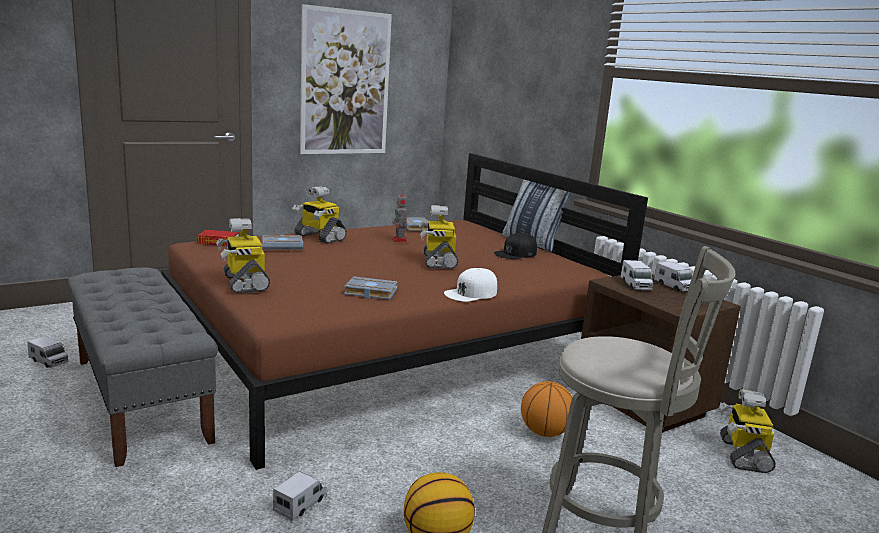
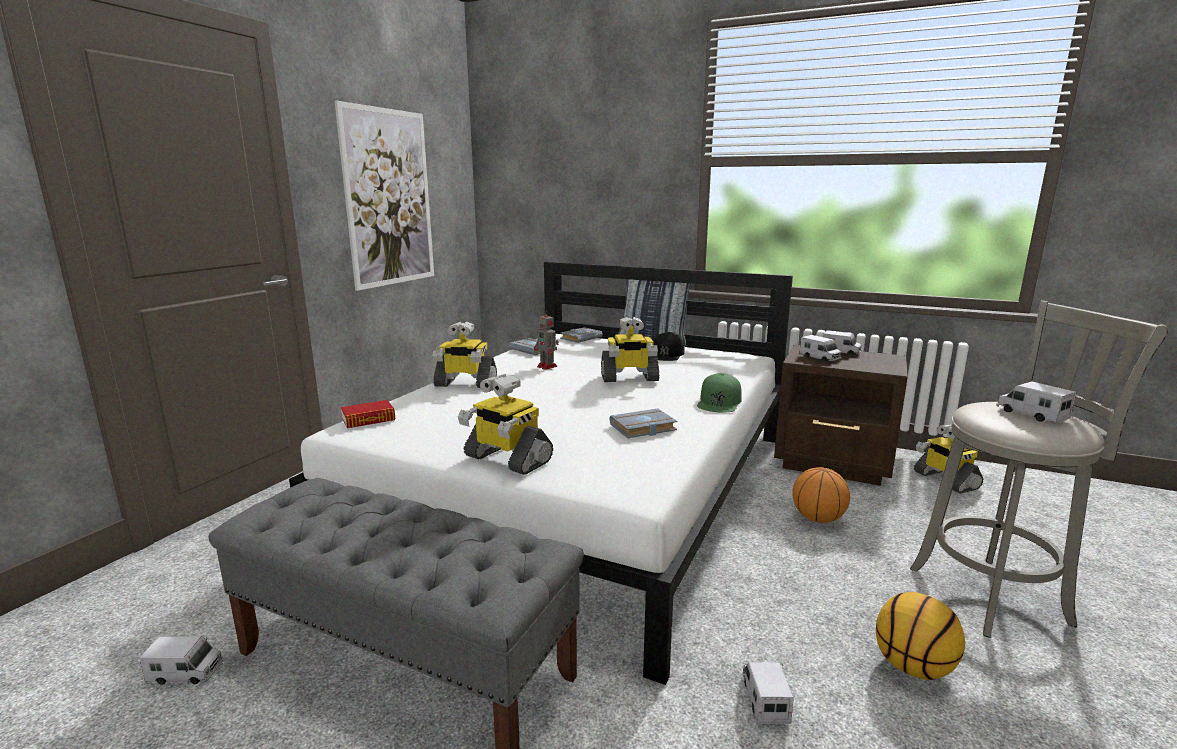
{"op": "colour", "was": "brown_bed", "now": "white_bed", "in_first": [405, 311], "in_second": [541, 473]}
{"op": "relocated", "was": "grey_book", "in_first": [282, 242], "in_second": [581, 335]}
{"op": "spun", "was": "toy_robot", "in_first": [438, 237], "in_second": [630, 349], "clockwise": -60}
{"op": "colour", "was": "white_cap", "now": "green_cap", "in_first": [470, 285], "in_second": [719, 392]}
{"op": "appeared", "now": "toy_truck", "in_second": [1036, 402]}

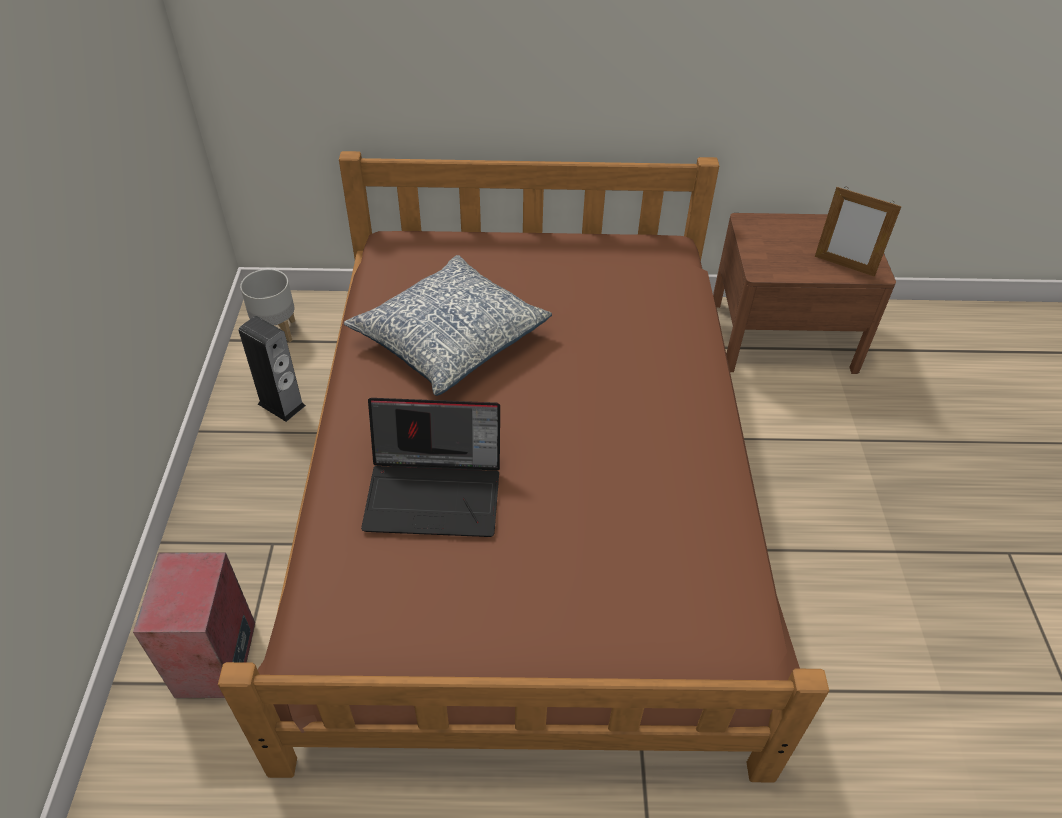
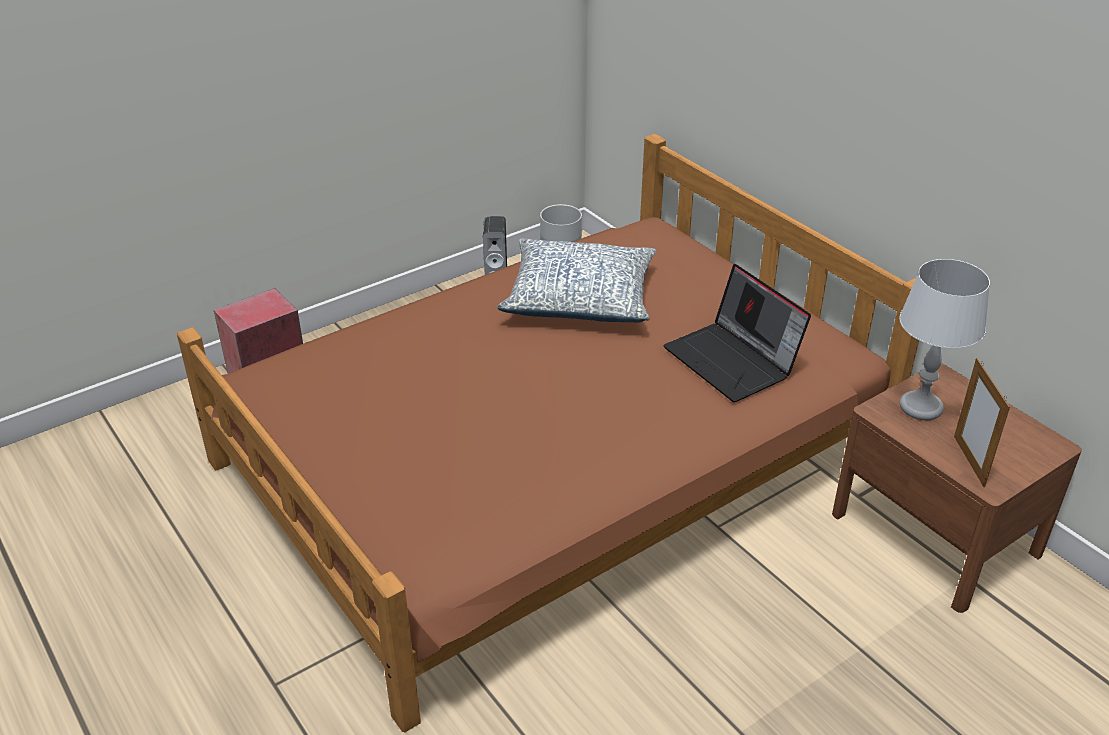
{"op": "relocated", "was": "laptop", "in_first": [430, 467], "in_second": [737, 333]}
{"op": "appeared", "now": "grey_table_lamp", "in_second": [944, 339]}

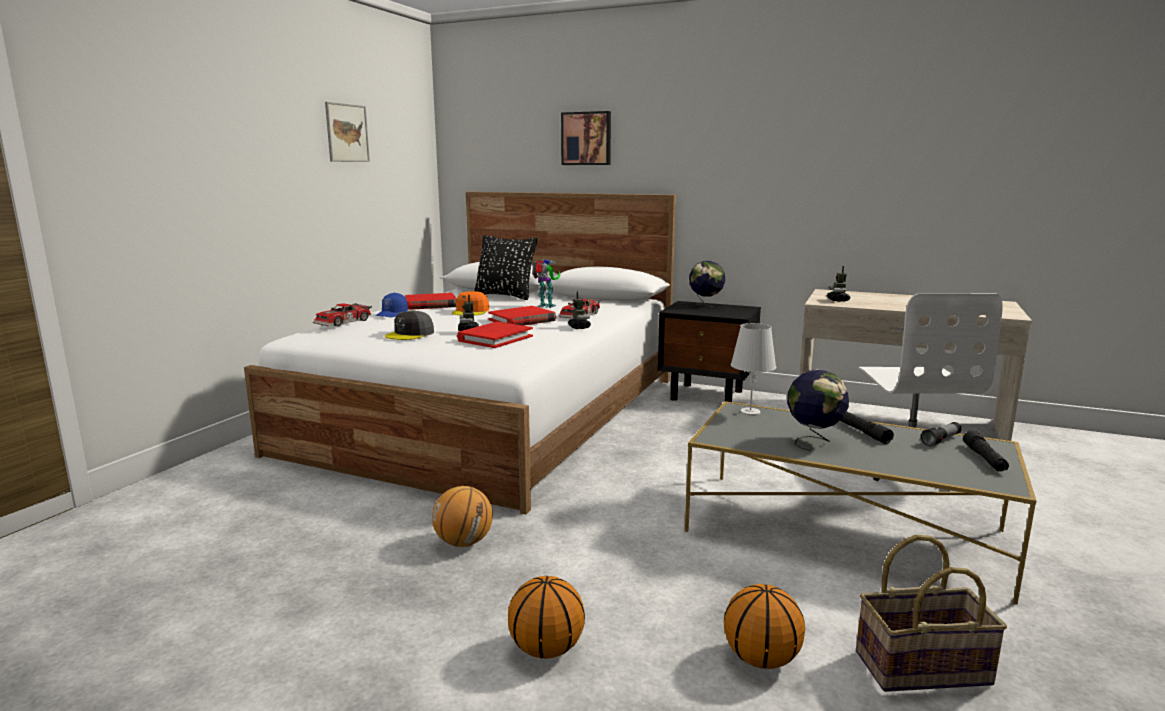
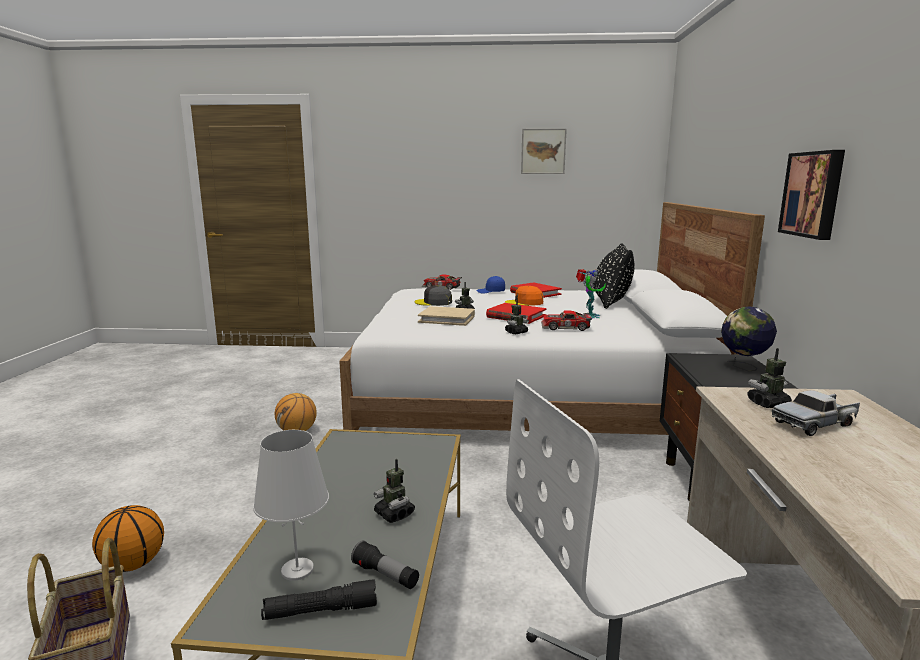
{"op": "relocated", "was": "white_table_lamp", "in_first": [753, 369], "in_second": [291, 505]}
{"op": "exchanged", "was": "black_flashlight", "now": "toy_robot", "in_first": [867, 427], "in_second": [394, 491]}
{"op": "colour", "was": "red_book", "now": "beige_book", "in_first": [495, 335], "in_second": [446, 316]}
{"op": "appeared", "now": "toy_truck", "in_second": [816, 413]}
{"op": "relocated", "was": "picture", "in_first": [586, 138], "in_second": [811, 195]}
{"op": "missing", "was": "basketball", "in_first": [546, 617]}
{"op": "missing", "was": "globe", "in_first": [818, 410]}

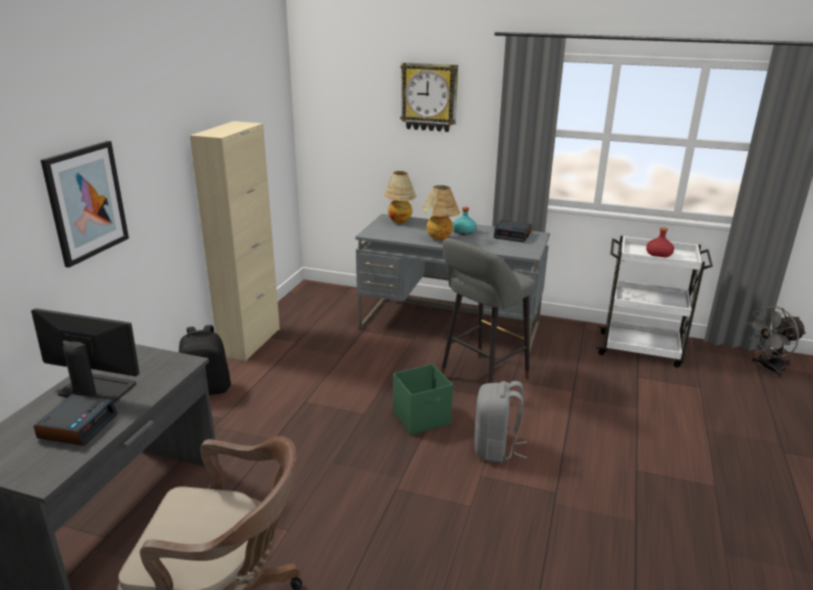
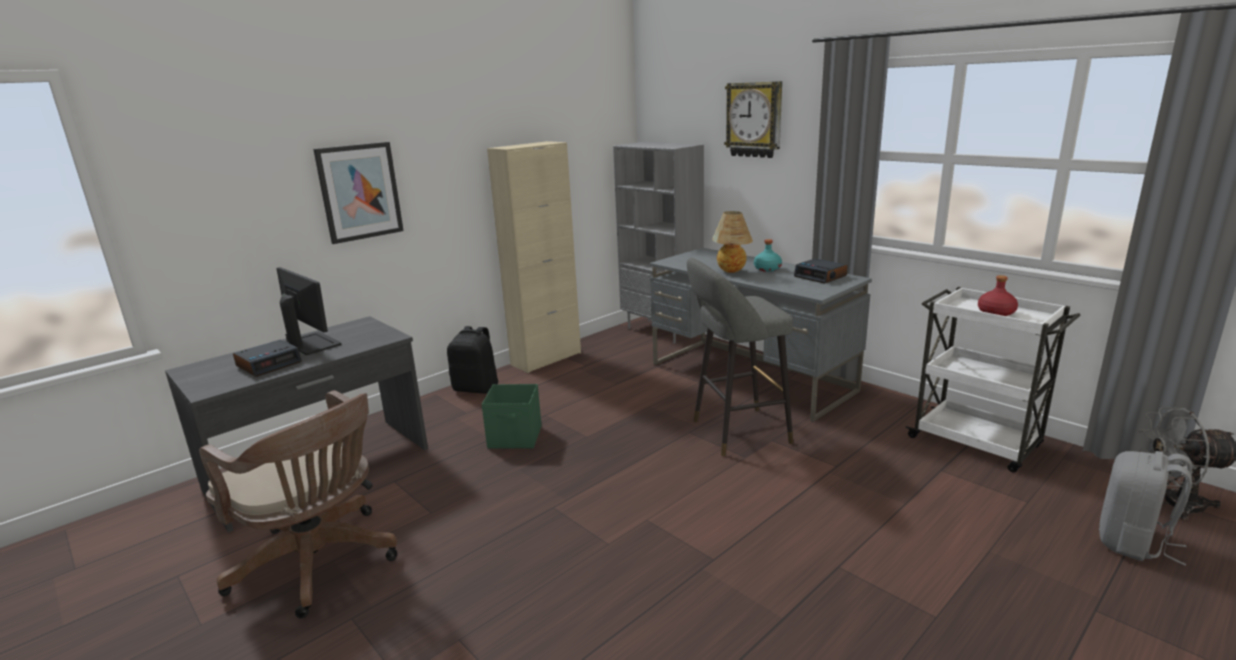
{"op": "relocated", "was": "green_storage_box", "in_first": [423, 399], "in_second": [512, 416]}
{"op": "appeared", "now": "grey_bookcase", "in_second": [658, 243]}
{"op": "relocated", "was": "grey_backpack", "in_first": [500, 422], "in_second": [1145, 508]}
{"op": "missing", "was": "table_lamp", "in_first": [400, 197]}

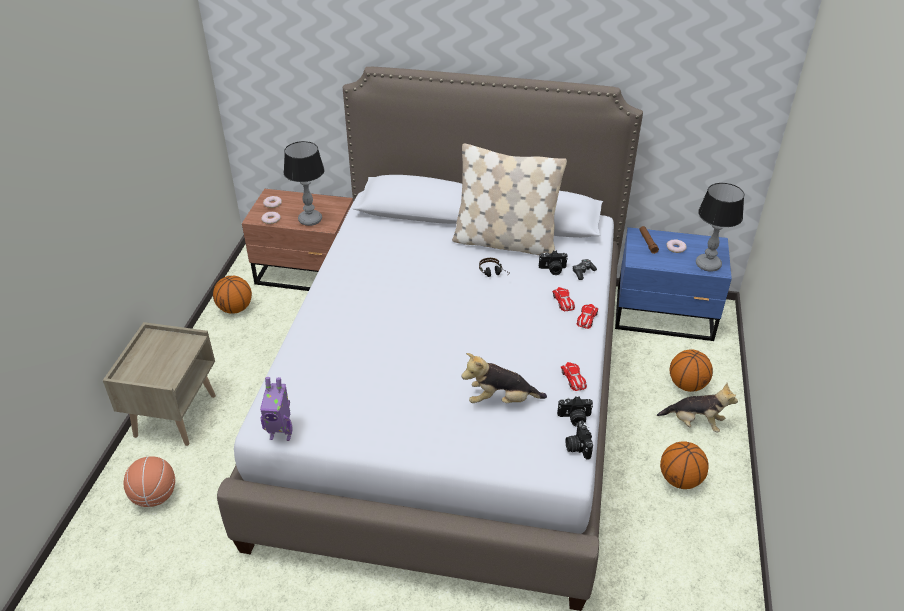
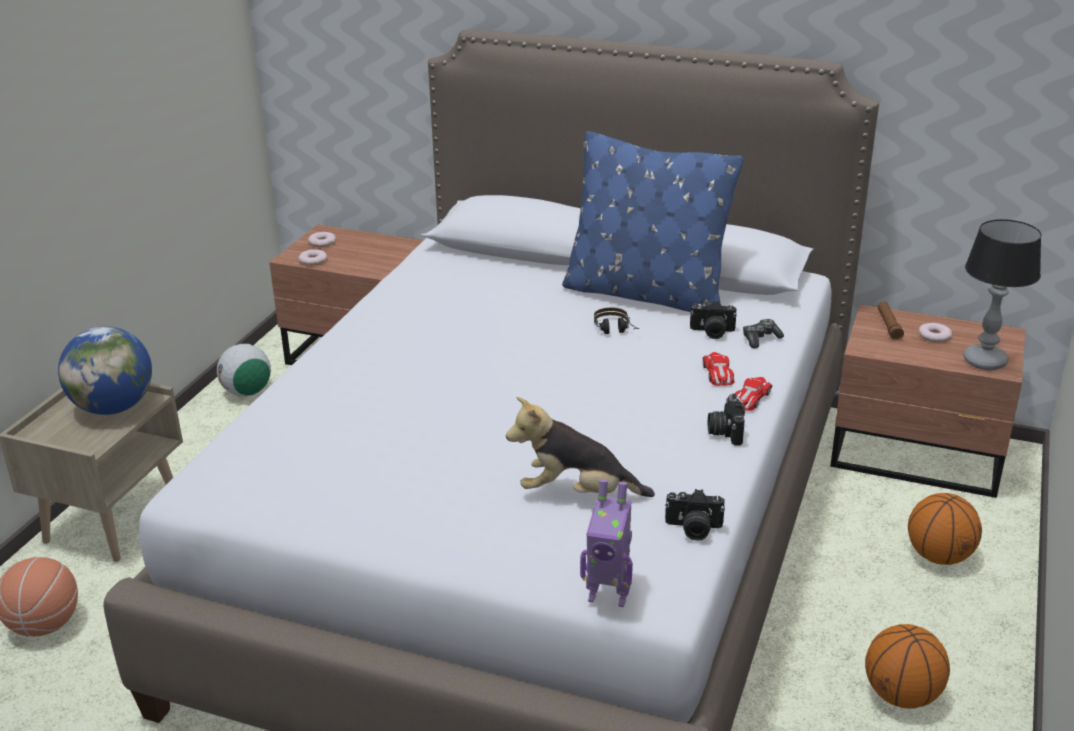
{"op": "appeared", "now": "globe", "in_second": [105, 370]}
{"op": "exchanged", "was": "basketball", "now": "football", "in_first": [232, 295], "in_second": [244, 370]}
{"op": "colour", "was": "beige_pillow", "now": "blue_pillow", "in_first": [509, 199], "in_second": [652, 221]}
{"op": "relocated", "was": "toy_robot", "in_first": [276, 409], "in_second": [606, 543]}
{"op": "relocated", "was": "photo_camera", "in_first": [579, 440], "in_second": [726, 420]}
{"op": "colour", "was": "blue_nightstand", "now": "brown_nightstand", "in_first": [673, 284], "in_second": [928, 401]}
{"op": "missing", "was": "table_lamp", "in_first": [304, 183]}
{"op": "missing", "was": "toy_car", "in_first": [574, 376]}
{"op": "missing", "was": "plush_toy", "in_first": [697, 408]}

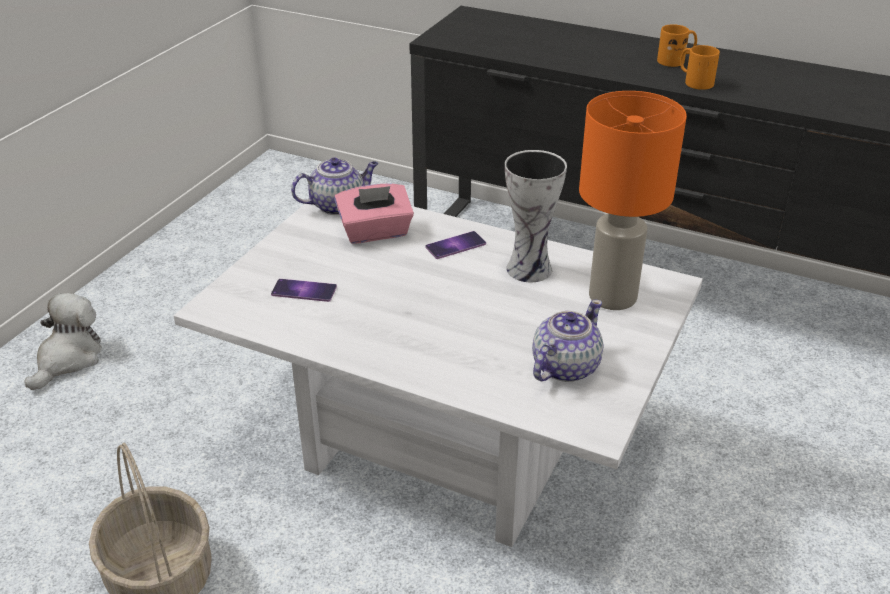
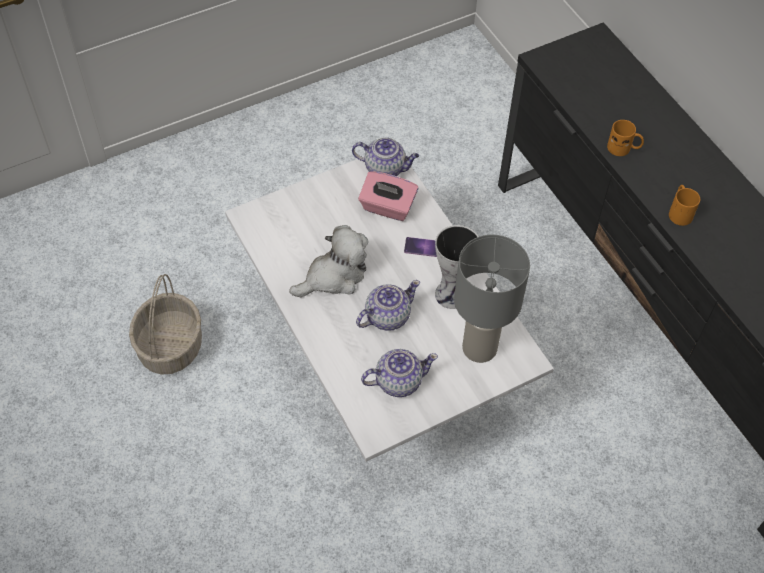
{"op": "relocated", "was": "plush_toy", "in_first": [63, 341], "in_second": [329, 261]}
{"op": "appeared", "now": "teapot", "in_second": [388, 305]}
{"op": "colour", "was": "orange_table_lamp", "now": "grey_table_lamp", "in_first": [633, 200], "in_second": [492, 299]}
{"op": "relocated", "was": "orange_mug", "in_first": [677, 45], "in_second": [625, 138]}
{"op": "missing", "was": "phone", "in_first": [304, 290]}

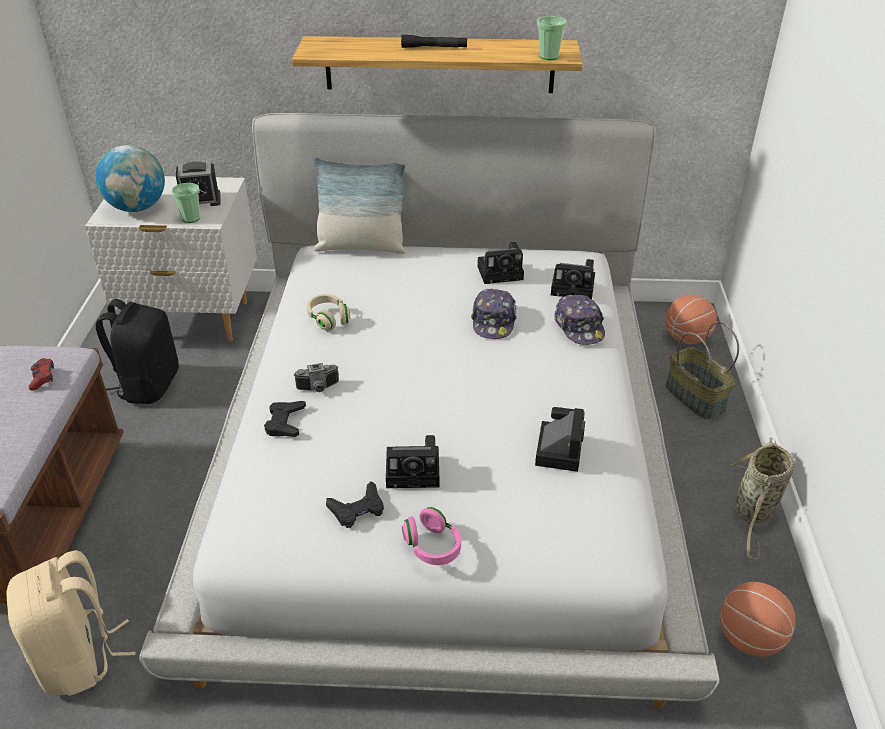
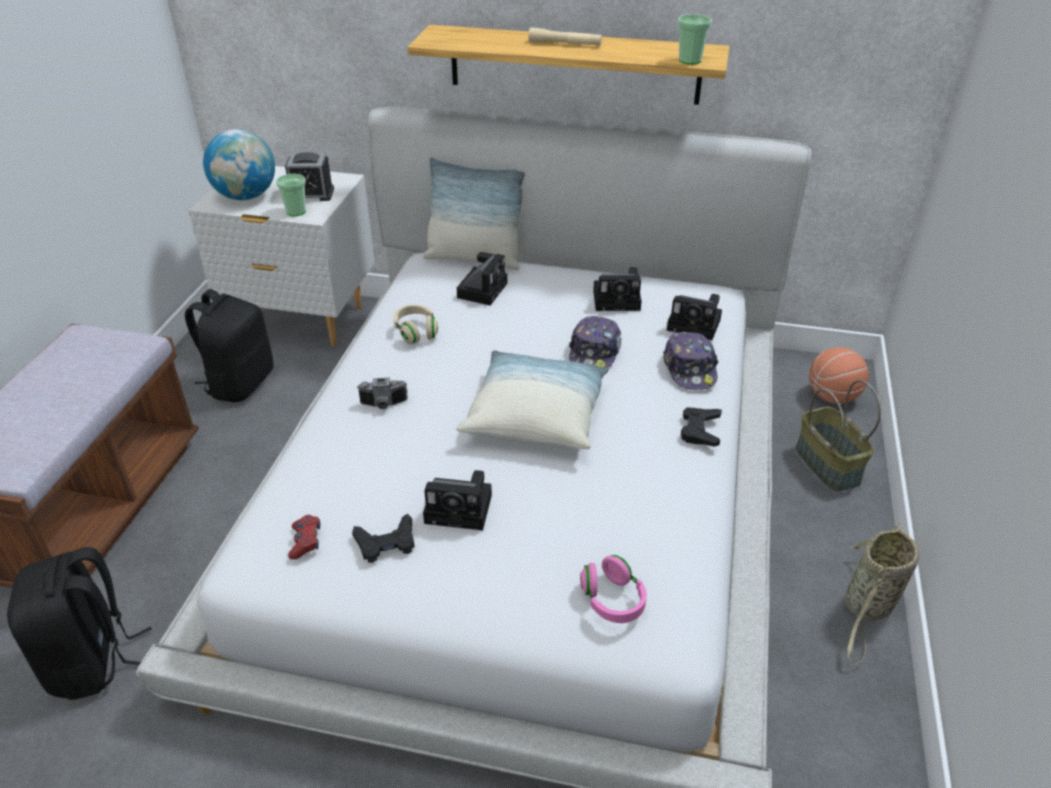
{"op": "colour", "was": "beige_backpack", "now": "black_backpack", "in_first": [71, 623], "in_second": [79, 623]}
{"op": "relocated", "was": "red_game_controller", "in_first": [41, 374], "in_second": [304, 537]}
{"op": "appeared", "now": "pillow", "in_second": [533, 399]}
{"op": "relocated", "was": "photo_camera", "in_first": [560, 439], "in_second": [482, 278]}
{"op": "colour", "was": "black_flashlight", "now": "beige_flashlight", "in_first": [434, 41], "in_second": [565, 36]}
{"op": "relocated", "was": "pink_headphones", "in_first": [431, 536], "in_second": [613, 589]}
{"op": "relocated", "was": "black_game_controller", "in_first": [285, 419], "in_second": [701, 427]}
{"op": "missing", "was": "basketball", "in_first": [758, 619]}

